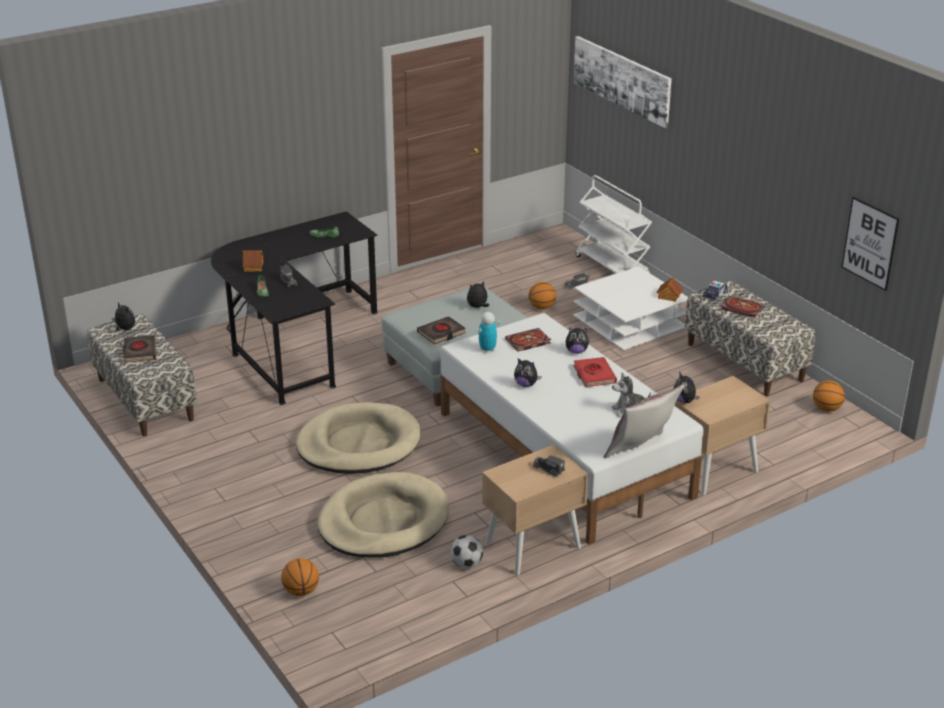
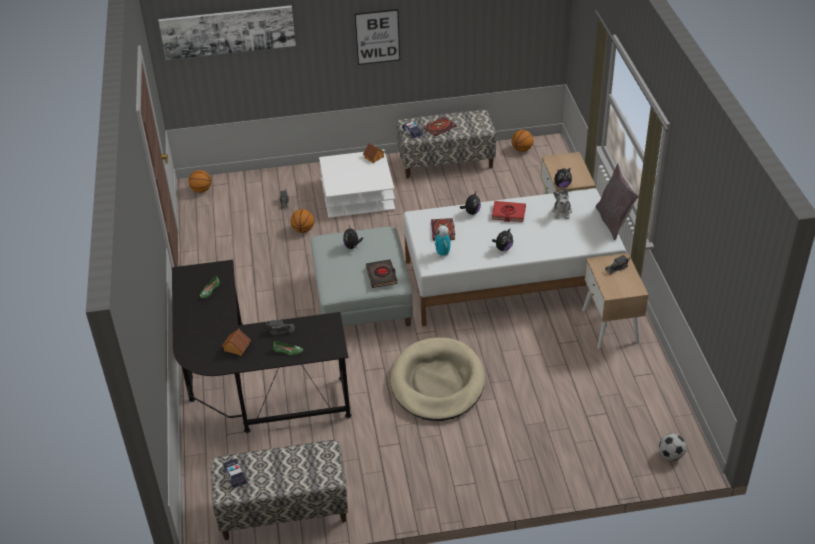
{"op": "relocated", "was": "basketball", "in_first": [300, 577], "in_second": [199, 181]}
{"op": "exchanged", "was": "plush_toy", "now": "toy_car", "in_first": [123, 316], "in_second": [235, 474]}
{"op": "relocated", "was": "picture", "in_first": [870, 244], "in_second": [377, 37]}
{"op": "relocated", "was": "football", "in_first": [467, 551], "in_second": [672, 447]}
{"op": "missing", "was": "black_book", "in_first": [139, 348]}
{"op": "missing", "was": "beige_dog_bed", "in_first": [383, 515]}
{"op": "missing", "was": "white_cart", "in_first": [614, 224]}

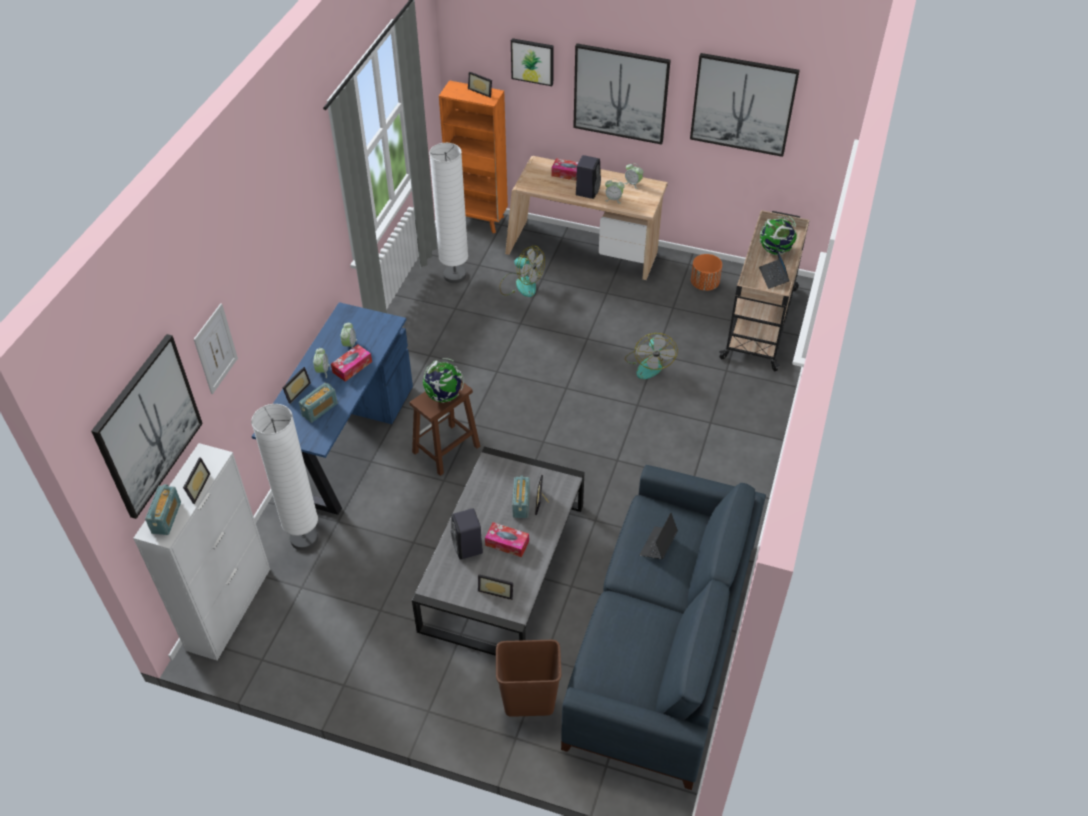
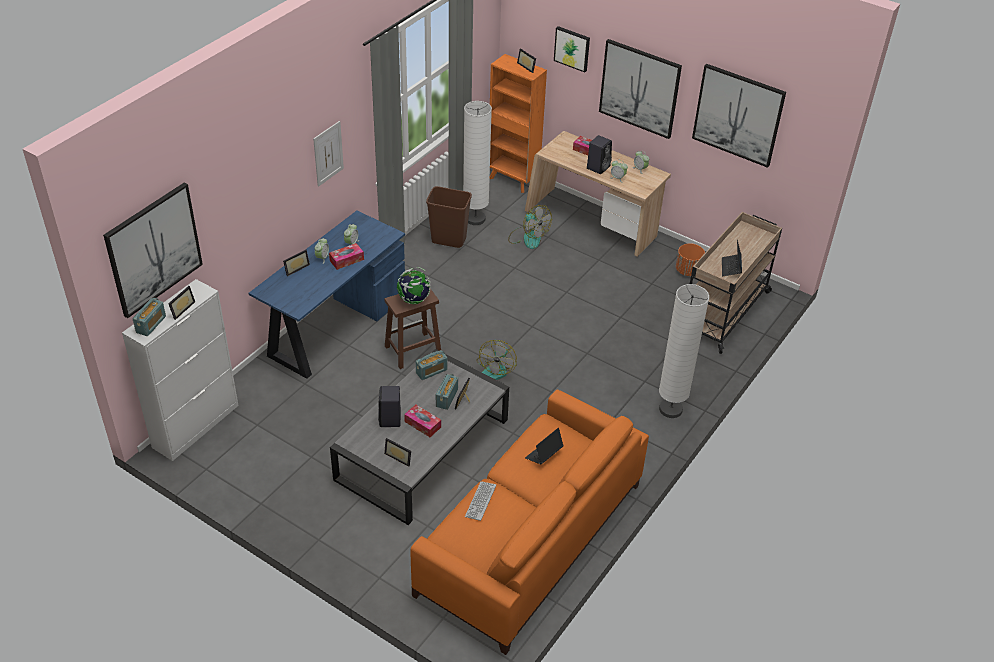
{"op": "relocated", "was": "picture", "in_first": [216, 348], "in_second": [328, 154]}
{"op": "colour", "was": "blue_sofa", "now": "orange_sofa", "in_first": [663, 627], "in_second": [530, 522]}
{"op": "relocated", "was": "radio", "in_first": [318, 403], "in_second": [431, 365]}
{"op": "relocated", "was": "brown_trash_can", "in_first": [529, 678], "in_second": [449, 217]}
{"op": "appeared", "now": "keyboard", "in_second": [480, 501]}
{"op": "relocated", "was": "fan", "in_first": [651, 356], "in_second": [497, 360]}
{"op": "relocated", "was": "white_floor_lamp", "in_first": [284, 477], "in_second": [684, 351]}
{"op": "missing", "was": "globe", "in_first": [778, 235]}

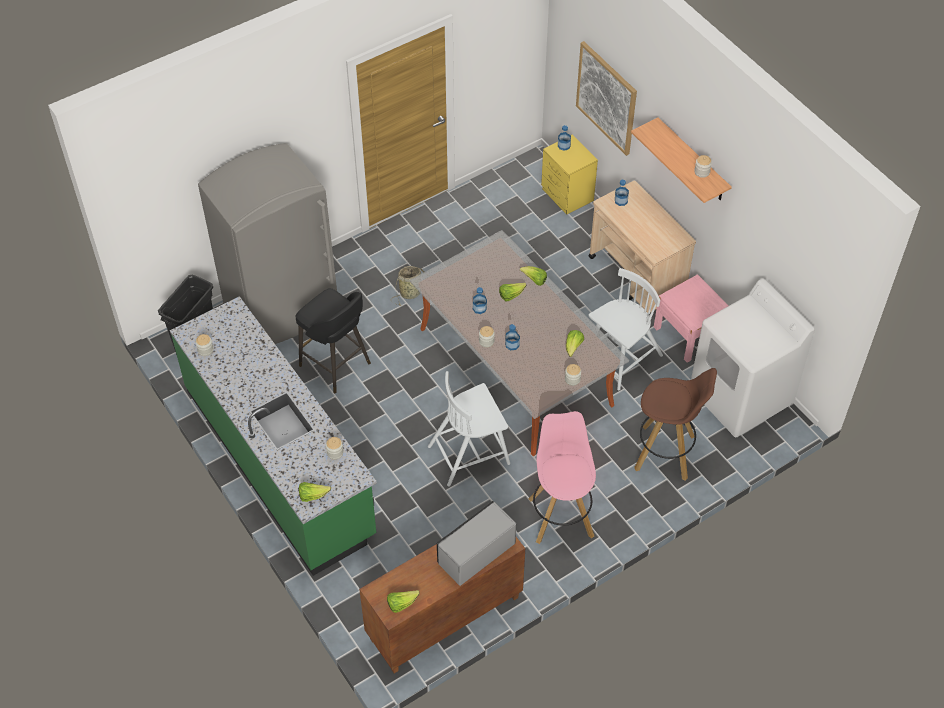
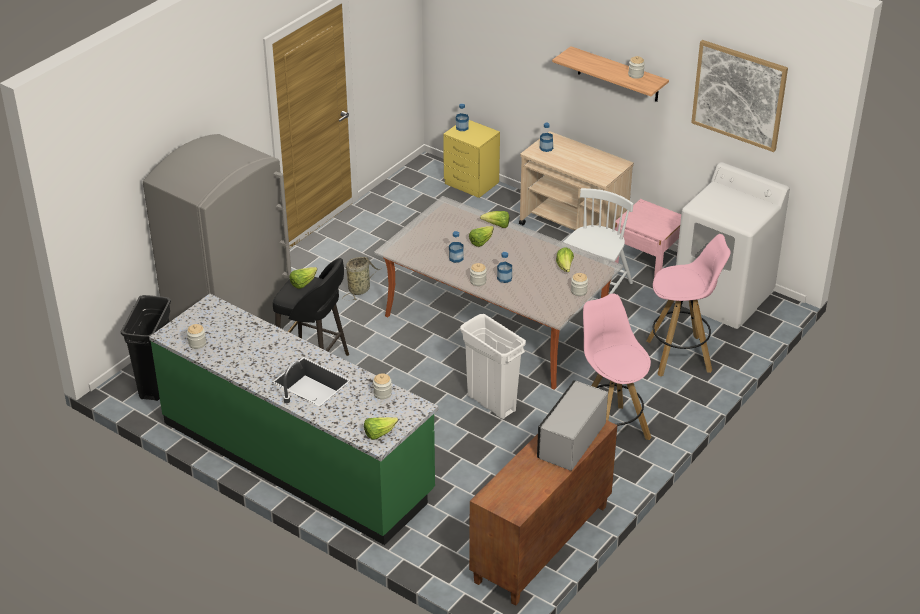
{"op": "relocated", "was": "lettuce", "in_first": [403, 601], "in_second": [303, 278]}
{"op": "exchanged", "was": "white_chair", "now": "white_trash_can", "in_first": [469, 429], "in_second": [493, 366]}
{"op": "colour", "was": "brown_stool", "now": "pink_stool", "in_first": [675, 424], "in_second": [688, 305]}
{"op": "relocated", "was": "picture", "in_first": [606, 98], "in_second": [739, 96]}

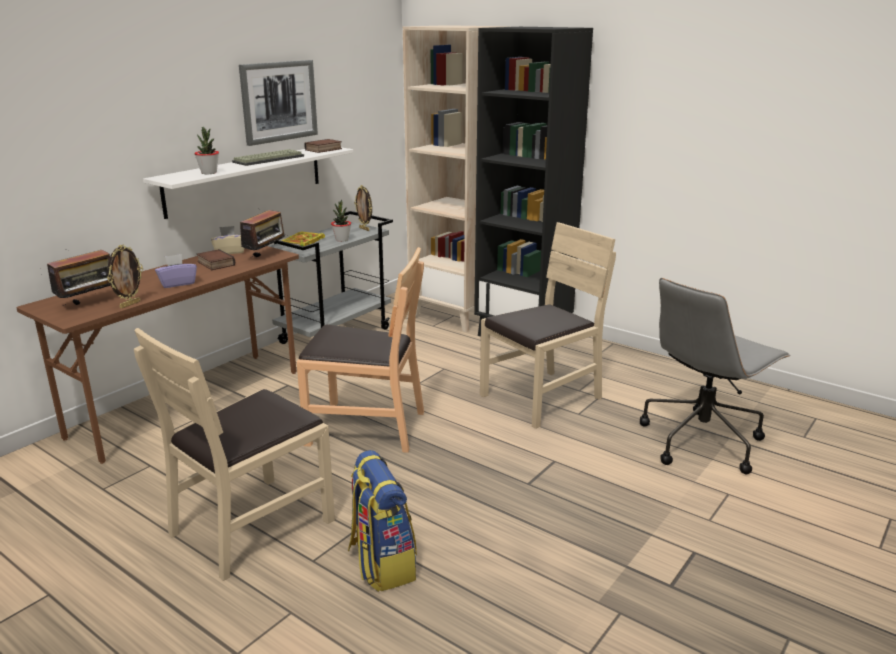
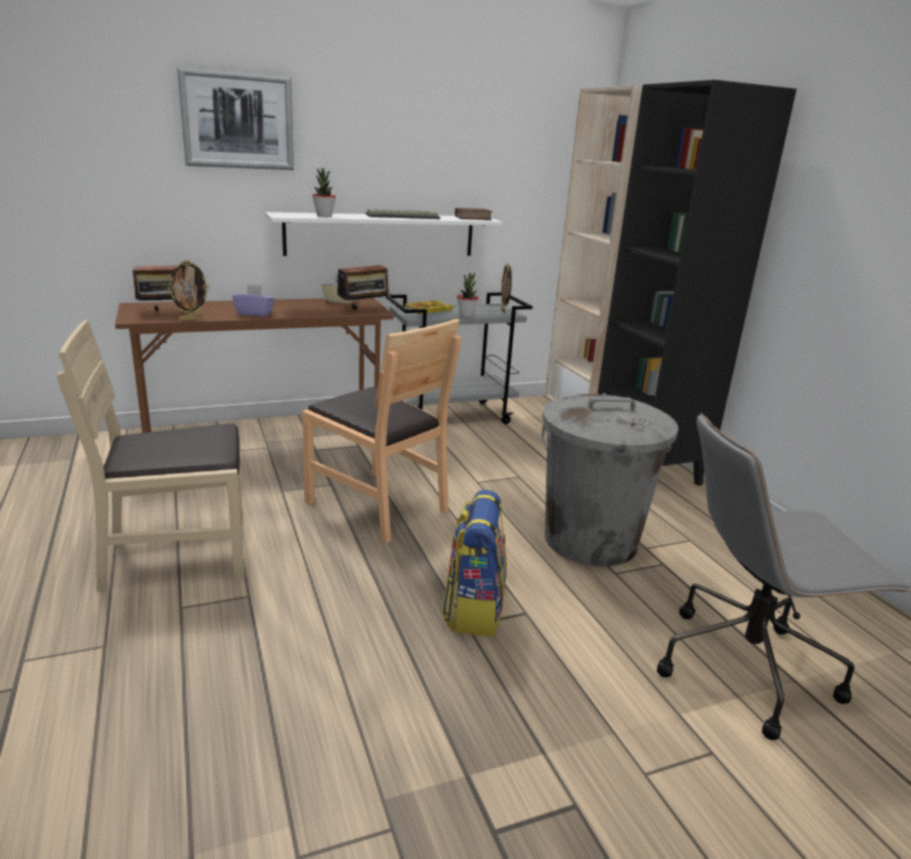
{"op": "relocated", "was": "picture", "in_first": [278, 103], "in_second": [235, 118]}
{"op": "relocated", "was": "backpack", "in_first": [382, 521], "in_second": [474, 563]}
{"op": "exchanged", "was": "beige_chair", "now": "grey_trash_can", "in_first": [548, 325], "in_second": [610, 480]}
{"op": "missing", "was": "book", "in_first": [215, 259]}

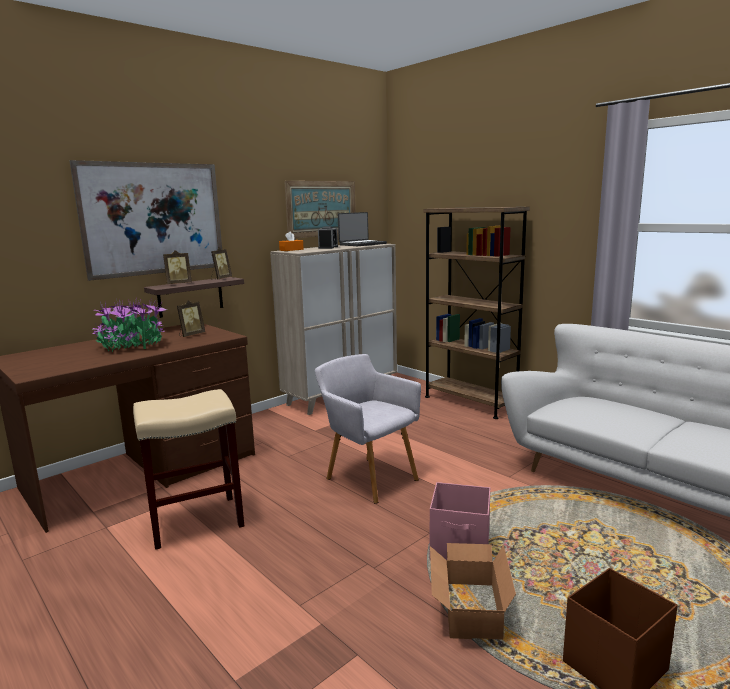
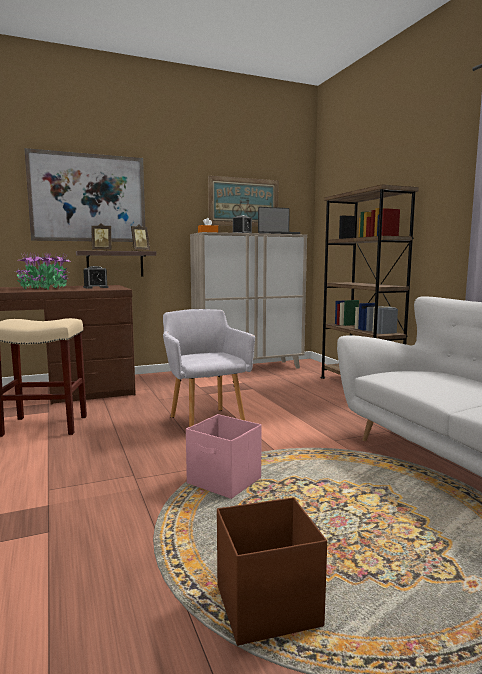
{"op": "exchanged", "was": "picture_frame", "now": "alarm_clock", "in_first": [191, 318], "in_second": [96, 277]}
{"op": "missing", "was": "cardboard_box", "in_first": [473, 591]}

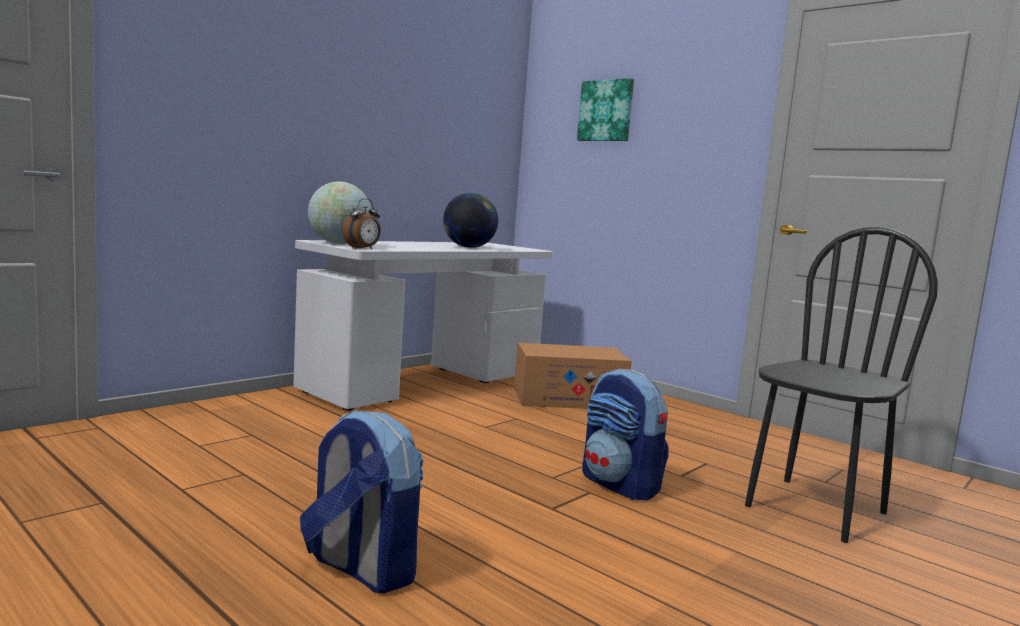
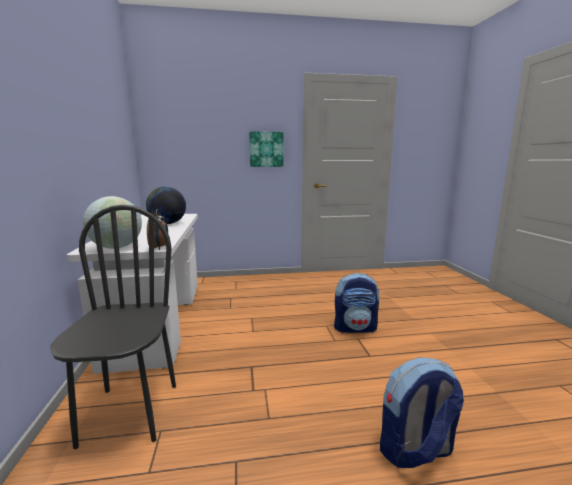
{"op": "relocated", "was": "black_chair", "in_first": [841, 385], "in_second": [113, 327]}
{"op": "relocated", "was": "picture", "in_first": [605, 109], "in_second": [266, 149]}
{"op": "missing", "was": "cardboard_box", "in_first": [573, 376]}

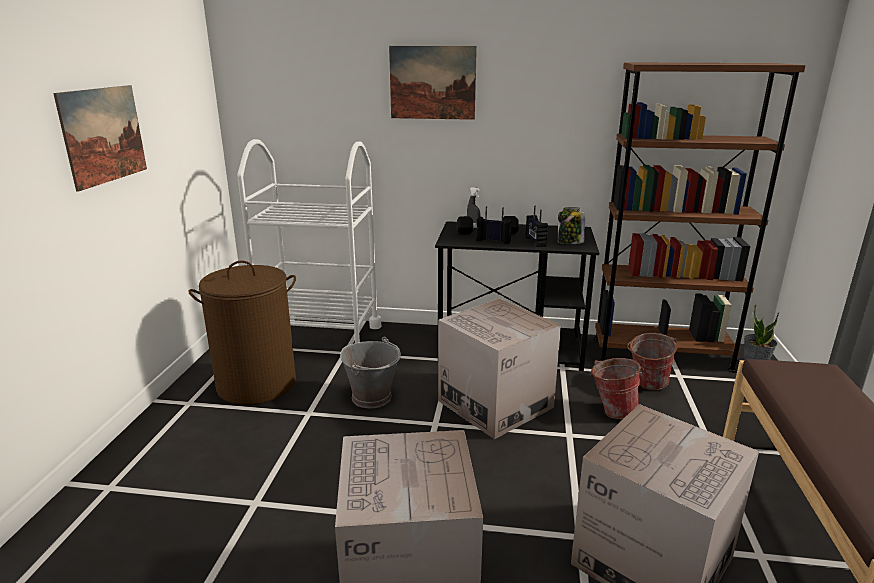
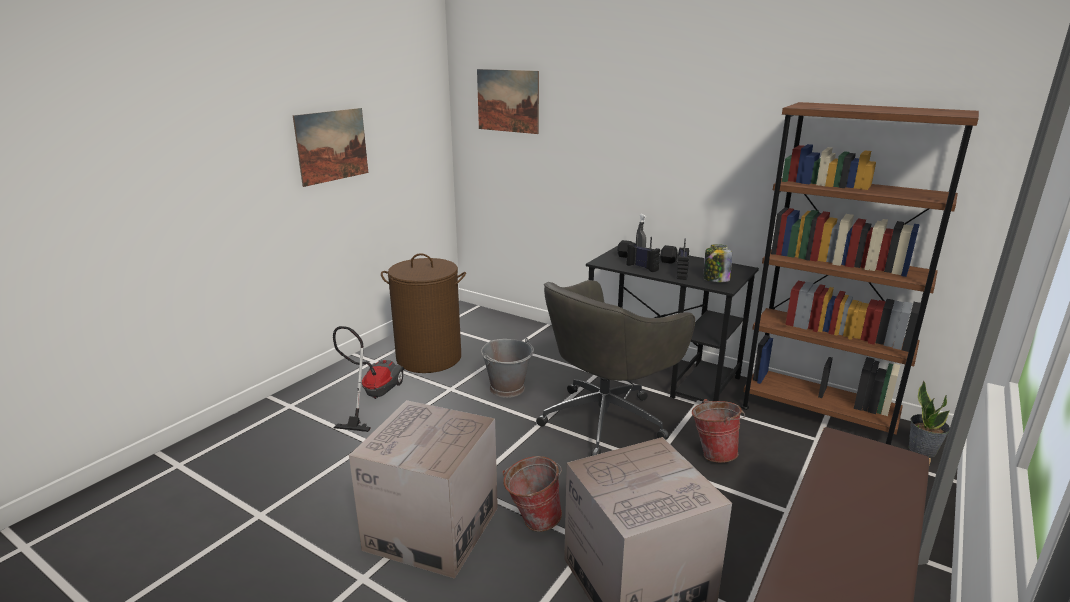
{"op": "appeared", "now": "vacuum_cleaner", "in_second": [368, 379]}
{"op": "relocated", "was": "picture", "in_first": [433, 83], "in_second": [508, 101]}
{"op": "relocated", "was": "bucket", "in_first": [652, 361], "in_second": [532, 494]}
{"op": "exchanged", "was": "cardboard_box", "now": "grey_office_chair", "in_first": [499, 368], "in_second": [615, 368]}
{"op": "missing", "was": "white_cart", "in_first": [309, 241]}

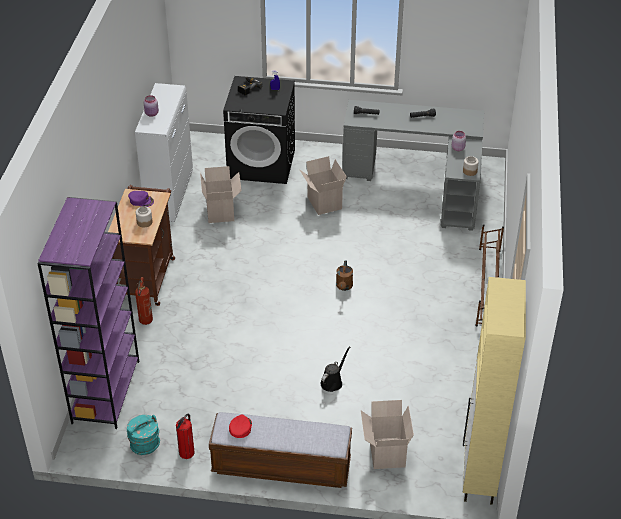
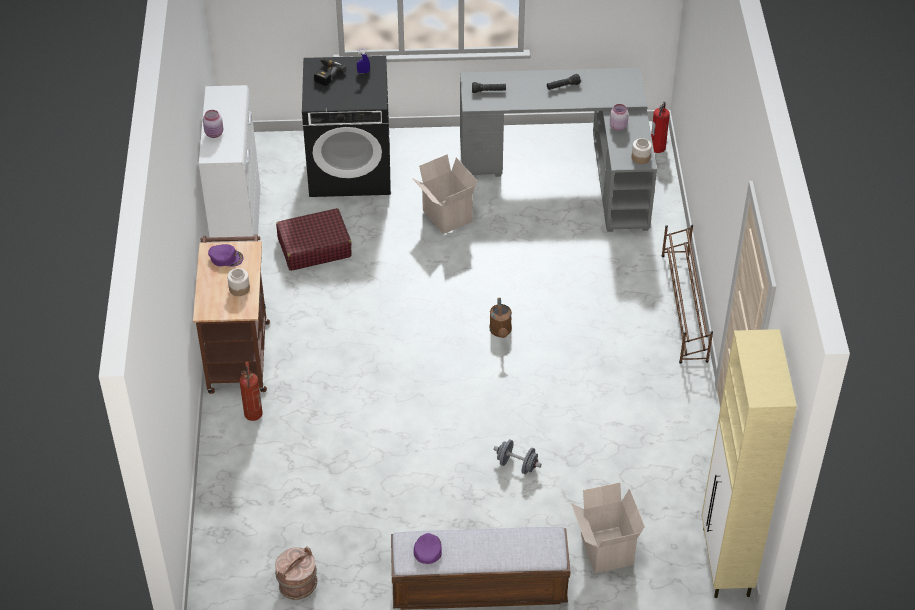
{"op": "colour", "was": "turquoise_bucket", "now": "brown_bucket", "in_first": [143, 435], "in_second": [296, 573]}
{"op": "exchanged", "was": "cardboard_box", "now": "red_suitcase", "in_first": [221, 194], "in_second": [314, 239]}
{"op": "colour", "was": "red_cap", "now": "purple_cap", "in_first": [240, 426], "in_second": [427, 548]}
{"op": "exchanged", "was": "black_watering_can", "now": "grey_dumbbell", "in_first": [335, 369], "in_second": [518, 456]}
{"op": "relocated", "was": "fire_extinguisher", "in_first": [185, 436], "in_second": [660, 127]}
{"op": "missing", "was": "purple_bookcase", "in_first": [88, 313]}

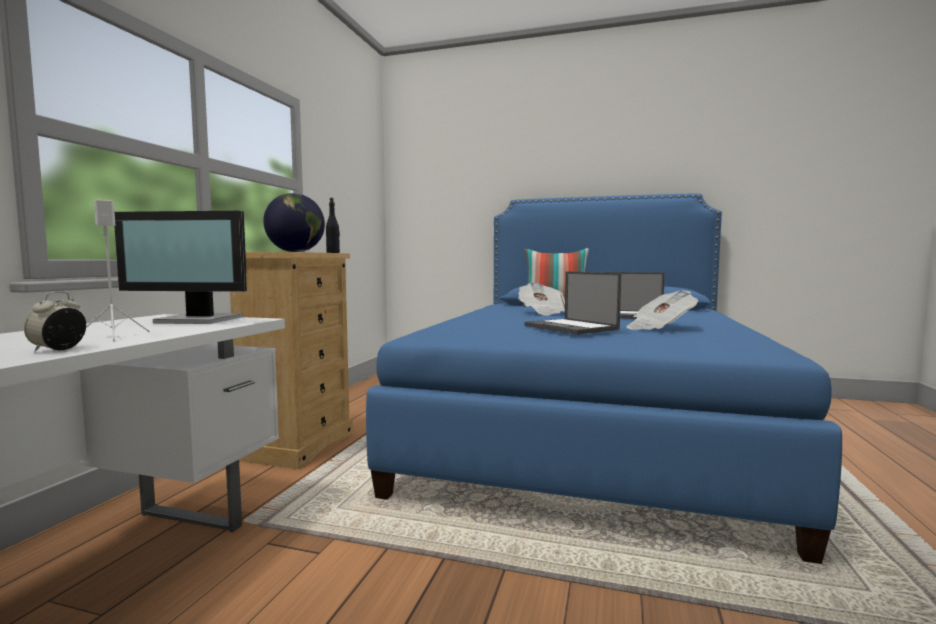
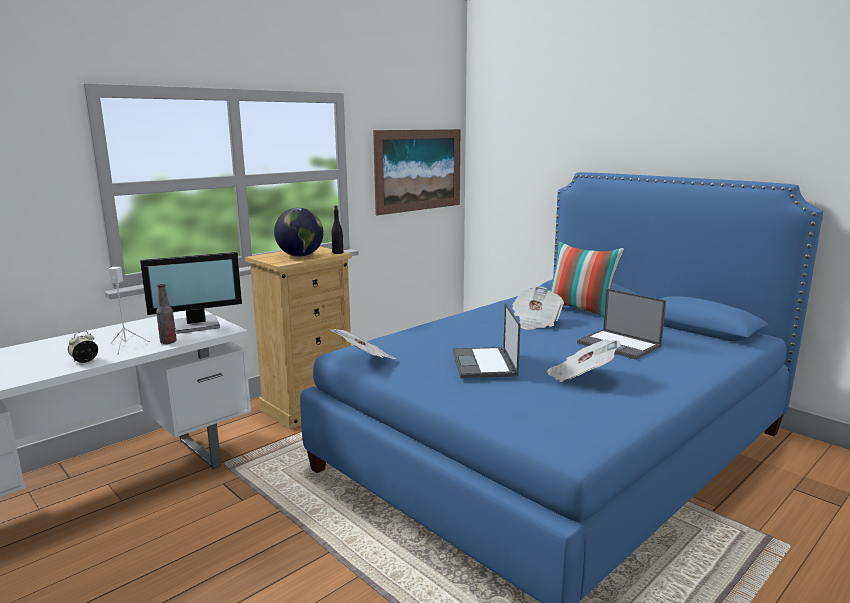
{"op": "spun", "was": "monitor", "in_first": [181, 267], "in_second": [191, 293], "clockwise": -60}
{"op": "appeared", "now": "bottle", "in_second": [166, 314]}
{"op": "appeared", "now": "newspaper", "in_second": [363, 344]}
{"op": "appeared", "now": "picture", "in_second": [416, 172]}

